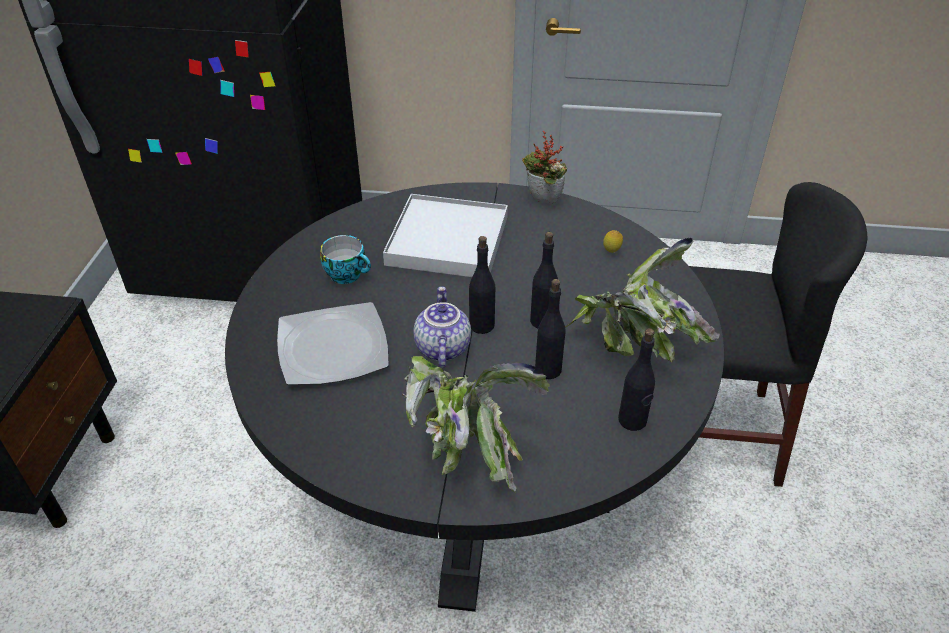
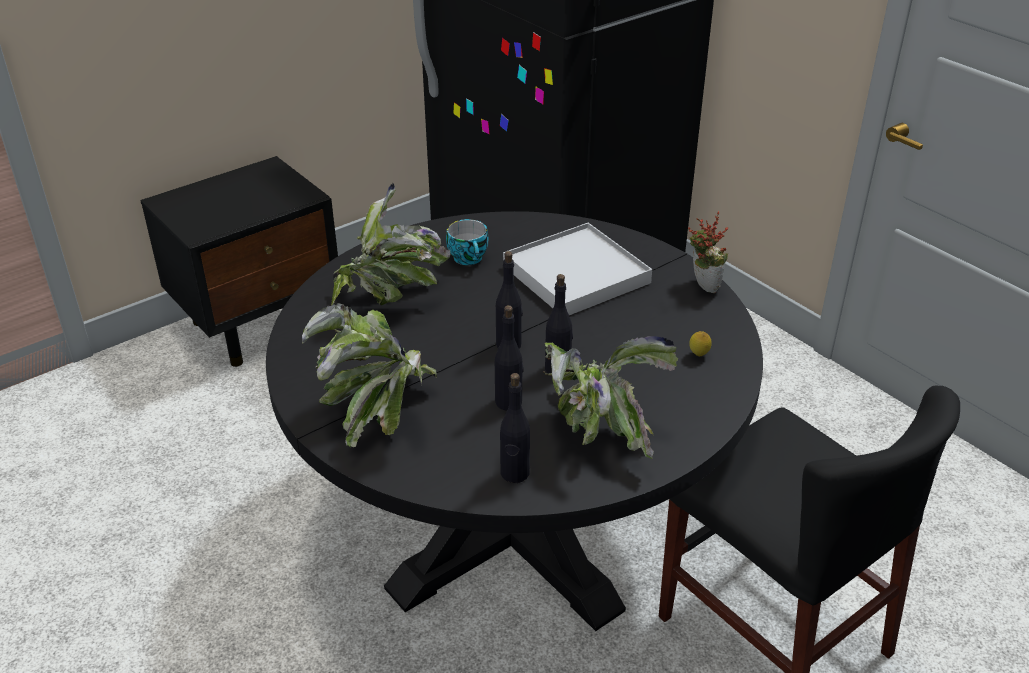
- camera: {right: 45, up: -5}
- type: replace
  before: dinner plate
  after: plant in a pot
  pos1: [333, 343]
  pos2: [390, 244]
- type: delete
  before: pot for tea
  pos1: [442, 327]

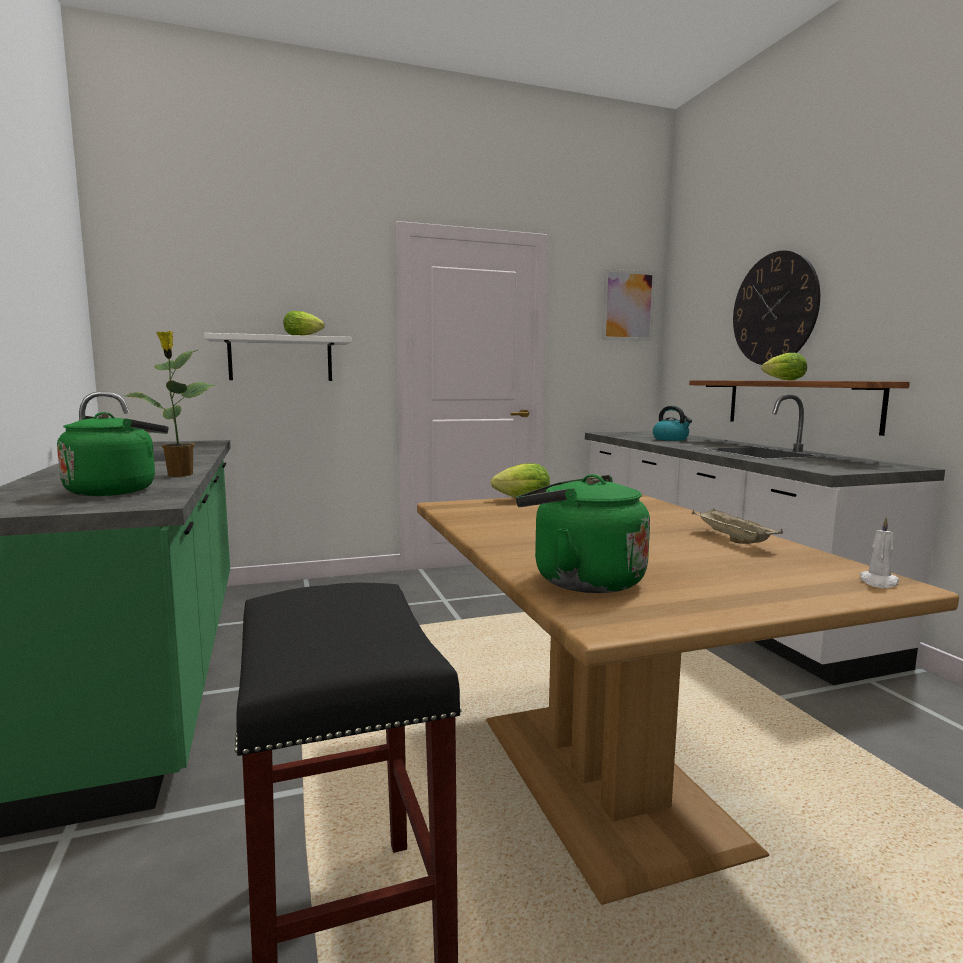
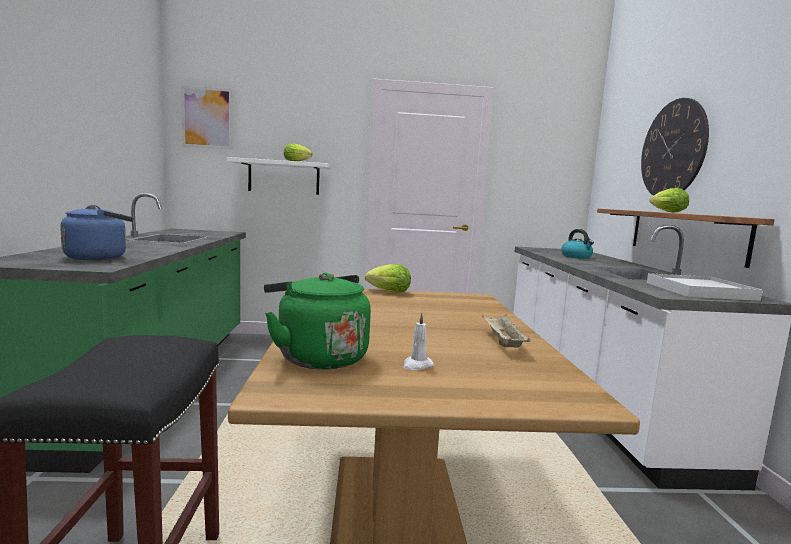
- camera: {right: 15, up: 0}
- type: recolor
  before: kettle (green)
  after: kettle (blue-coloured)
  pos1: [113, 454]
  pos2: [97, 232]
- type: delete
  before: plant in a pot
  pos1: [170, 404]
- type: move
  before: wall picture
  pos1: [629, 305]
  pos2: [206, 117]
- type: move
  before: candle (whitish)
  pos1: [879, 552]
  pos2: [418, 341]
- type: insert
  after: serving tray (whitish)
  pos2: [705, 287]

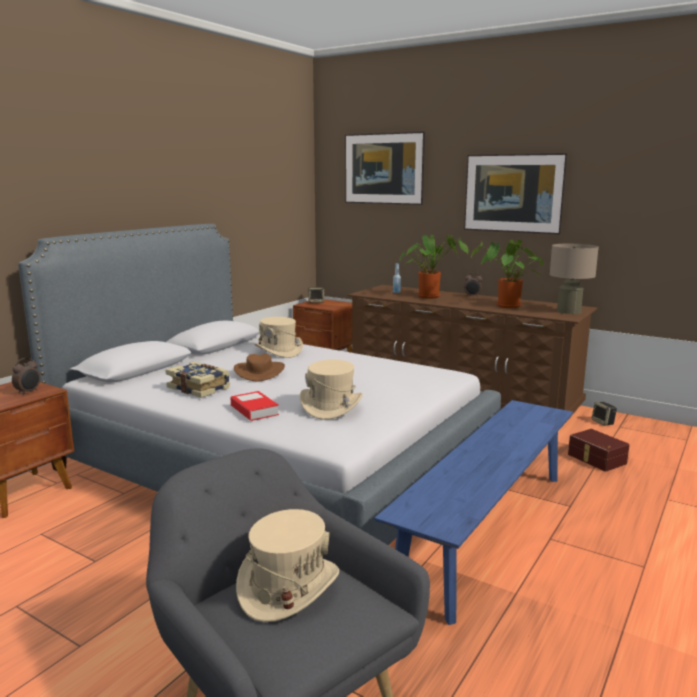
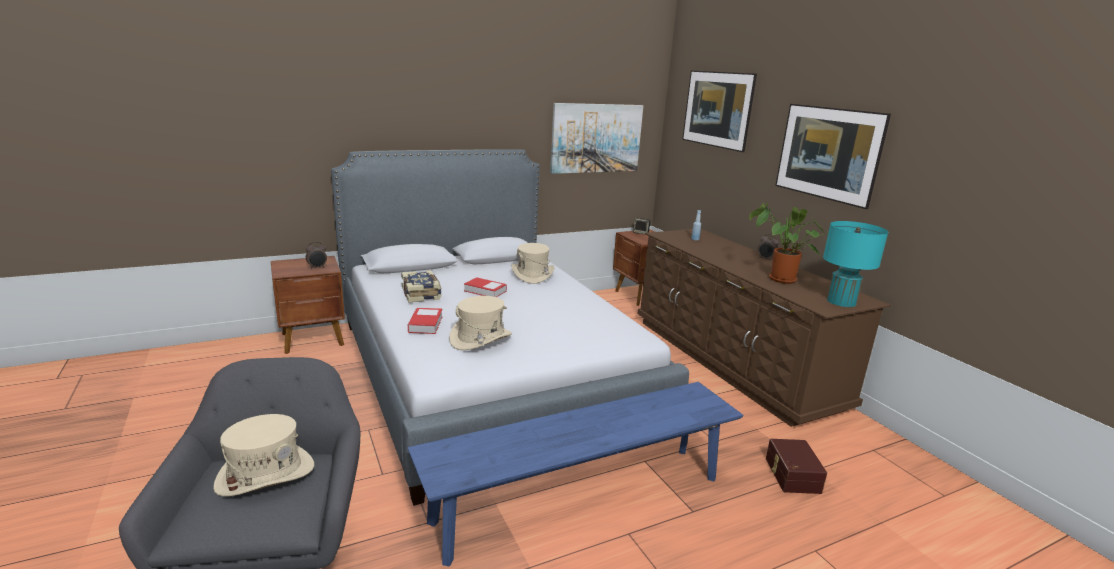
- camera: {right: 30, up: 5}
- type: replace
  before: hat (brownish)
  after: volume
  pos1: [259, 367]
  pos2: [485, 287]
- type: delete
  before: plant in a pot
  pos1: [434, 267]
- type: recolor
  before: table lamp (beige)
  after: table lamp (turquoise-coloured)
  pos1: [574, 279]
  pos2: [855, 264]
- type: delete
  before: audio speaker
  pos1: [604, 414]
- type: insert
  after: wall picture
  pos2: [596, 138]

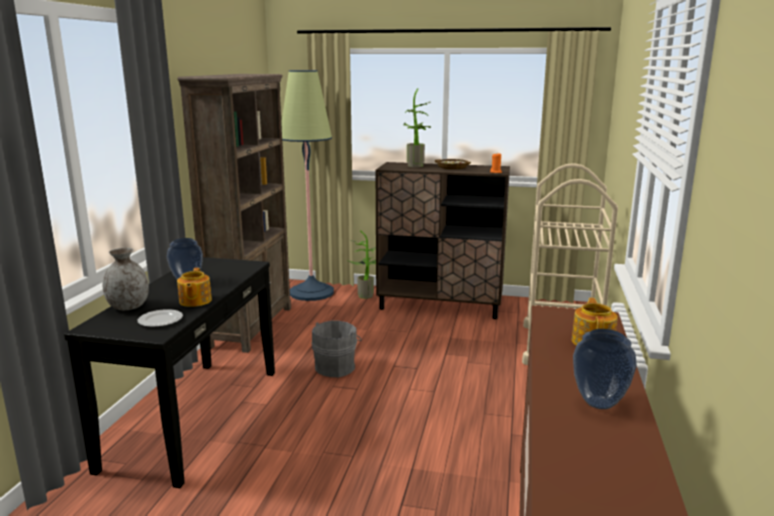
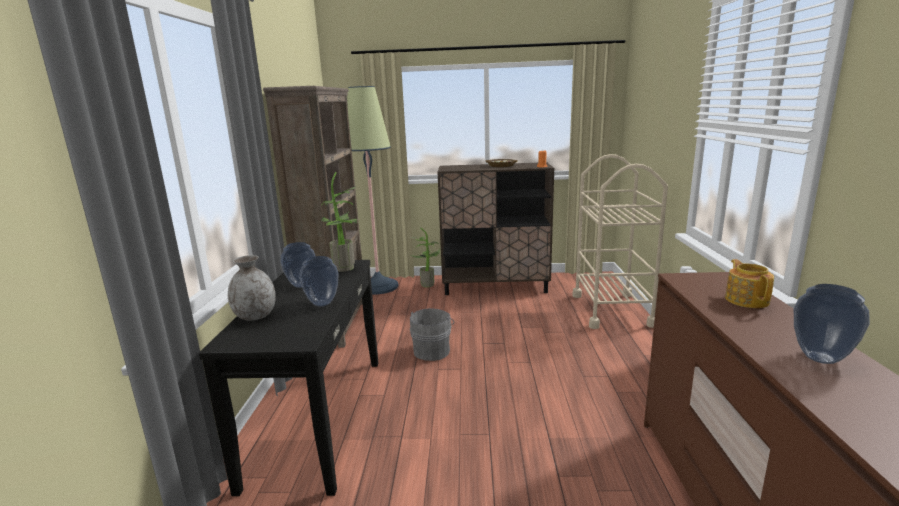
- camera: {right: -10, up: 0}
- type: delete
  before: dinner plate
  pos1: [160, 318]
- type: replace
  before: pot for tea
  after: decorative vase
  pos1: [194, 287]
  pos2: [319, 281]
- type: move
  before: plant in a pot
  pos1: [417, 127]
  pos2: [339, 222]

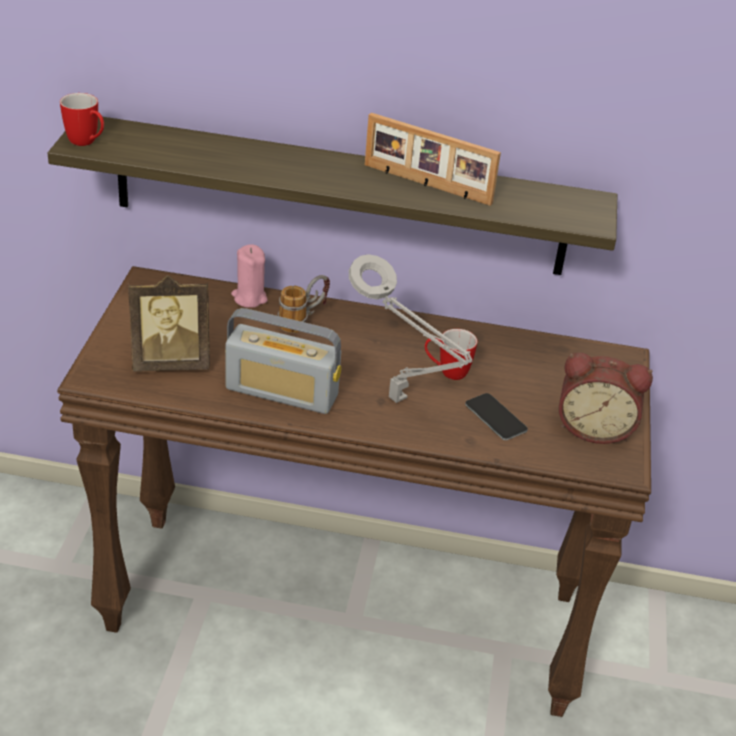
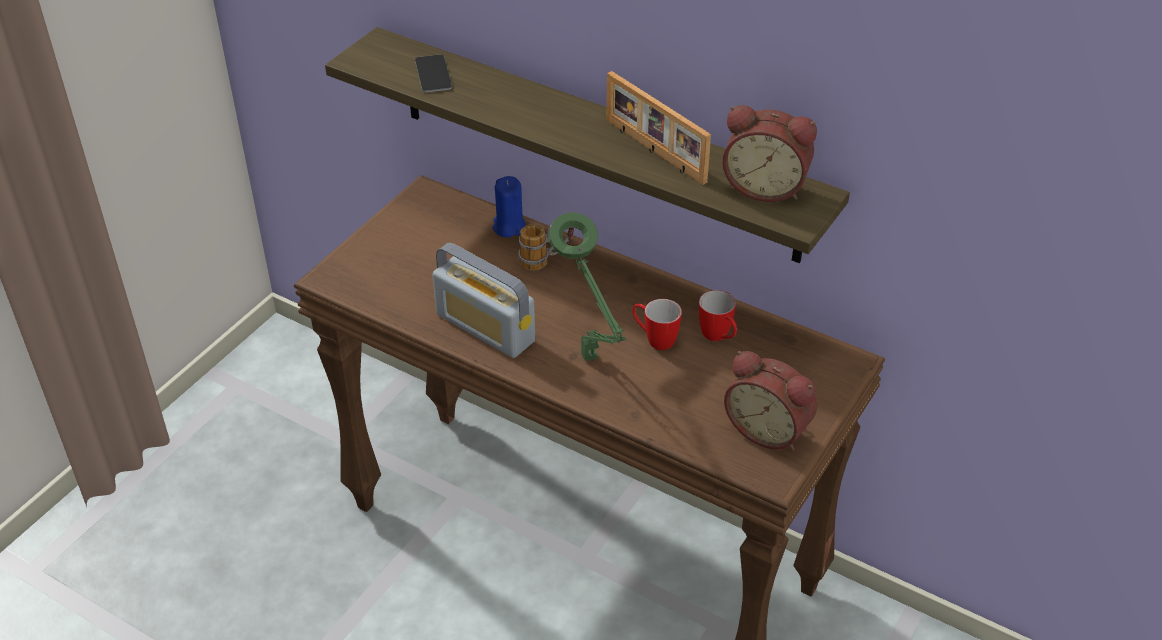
- camera: {right: 25, up: 5}
- type: move
  before: tea mug
  pos1: [82, 119]
  pos2: [718, 315]
- type: delete
  before: standing frame
  pos1: [169, 323]
- type: recolor
  before: candle (pink-coloured)
  after: candle (blue-coloured)
  pos1: [249, 276]
  pos2: [509, 206]
- type: recolor
  before: table lamp (gray)
  after: table lamp (green)
  pos1: [410, 328]
  pos2: [587, 287]
- type: move
  before: phone
  pos1: [496, 416]
  pos2: [433, 74]
- type: insert
  after: table clock
  pos2: [769, 153]

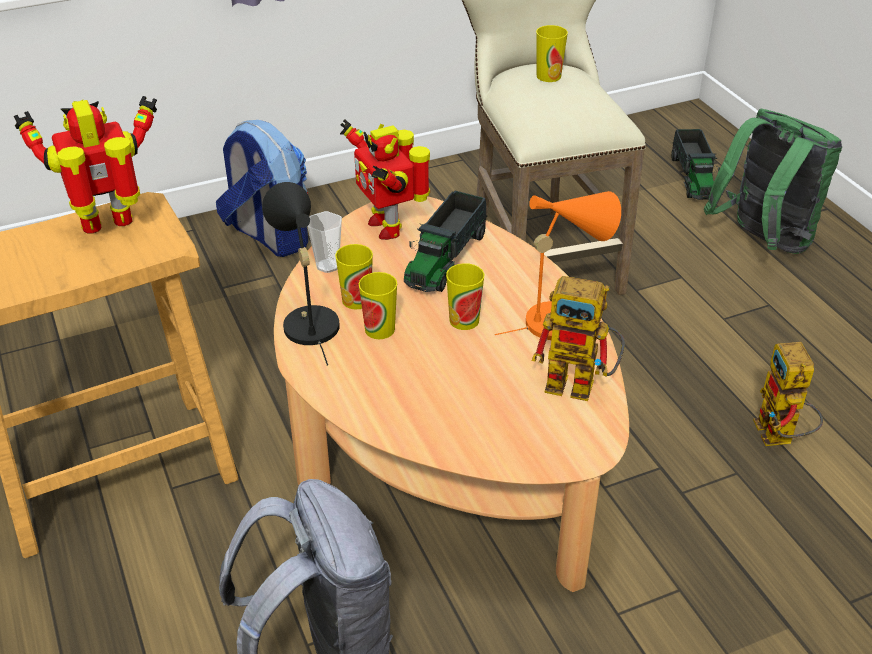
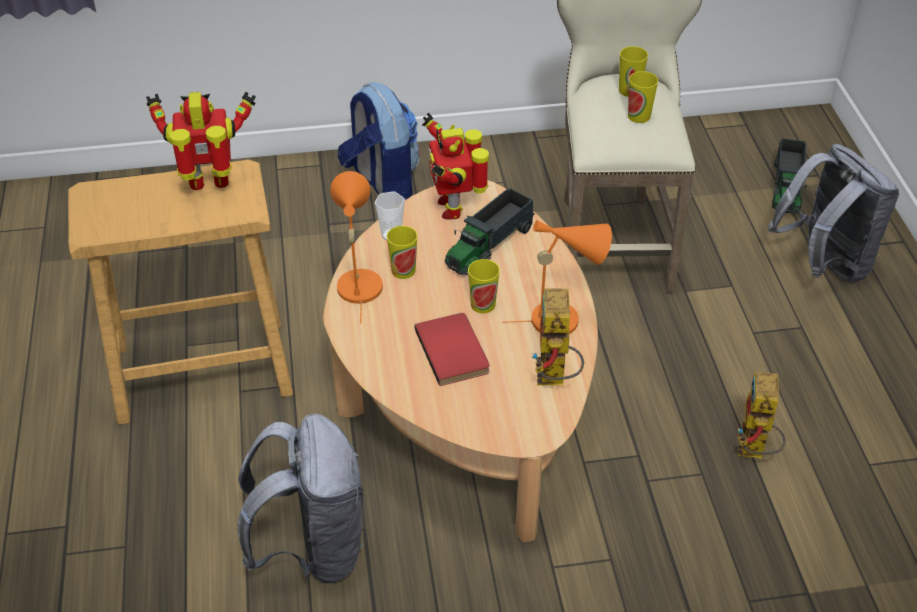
- camera: {right: 15, up: 5}
- type: recolor
  before: table lamp (black-coloured)
  after: table lamp (orangey)
  pos1: [300, 274]
  pos2: [356, 247]
- type: move
  before: small cup
  pos1: [378, 305]
  pos2: [643, 97]
- type: rotate
  before: toy robot
  pos1: [578, 338]
  pos2: [558, 336]
  turn: 60
- type: recolor
  before: knapsack (green)
  after: knapsack (gray)
  pos1: [773, 181]
  pos2: [833, 213]
- type: insert
  after: volume (red)
  pos2: [452, 349]

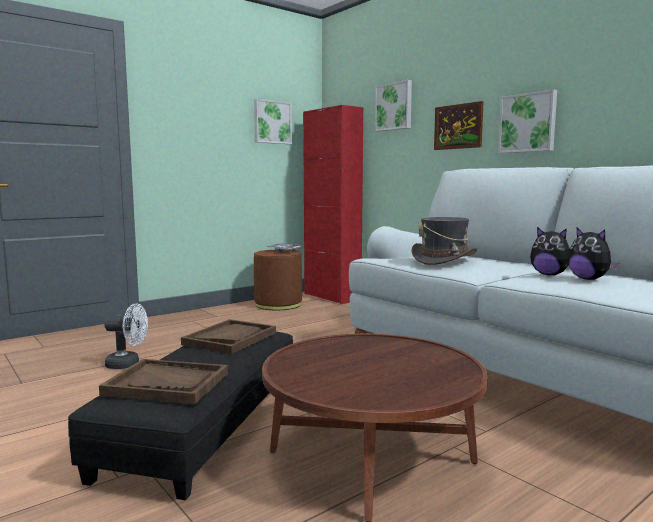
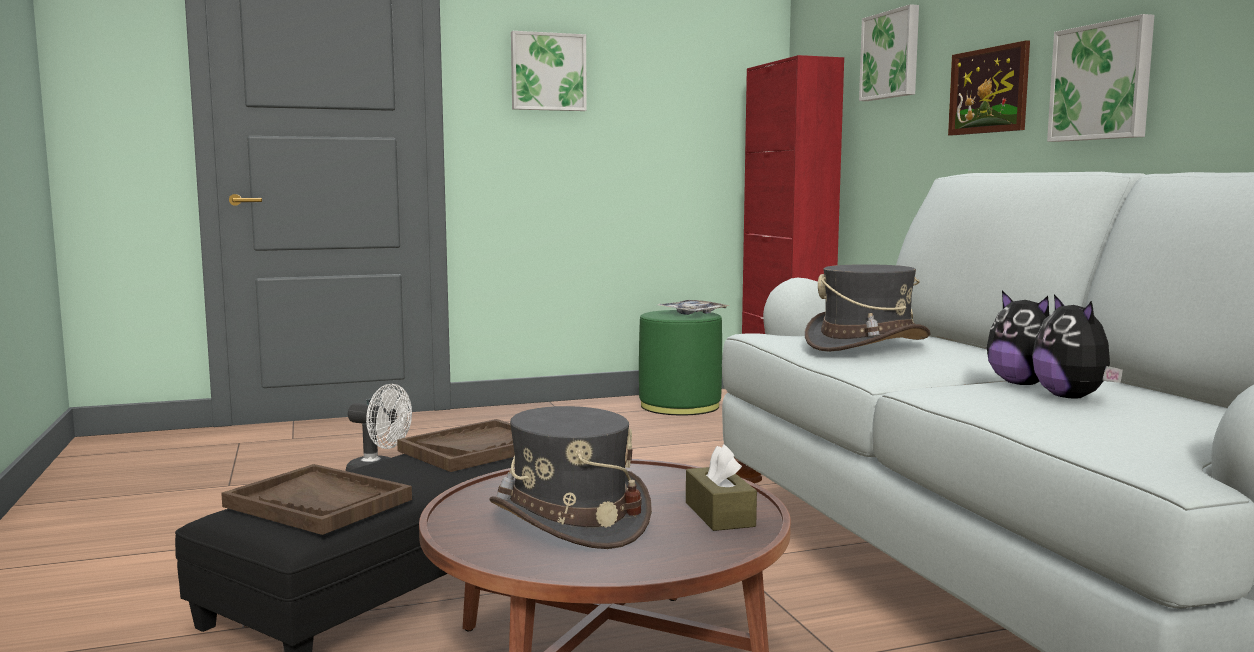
- camera: {right: 20, up: 0}
- type: move
  before: wall picture
  pos1: [273, 121]
  pos2: [549, 71]
- type: recolor
  before: pouffe (brownish)
  after: pouffe (green)
  pos1: [278, 280]
  pos2: [680, 362]
- type: insert
  after: hat (gray)
  pos2: [570, 477]
- type: insert
  after: tissue box (brownish)
  pos2: [721, 487]

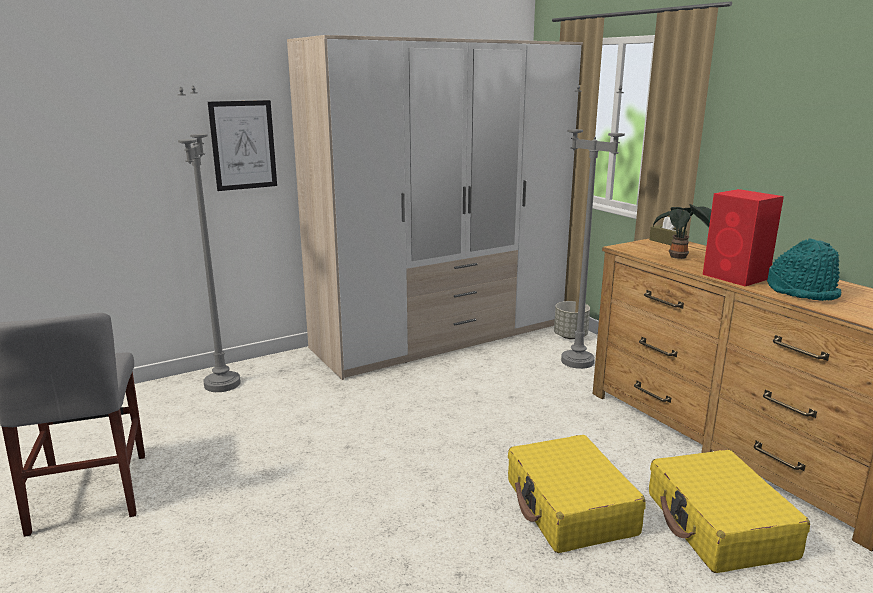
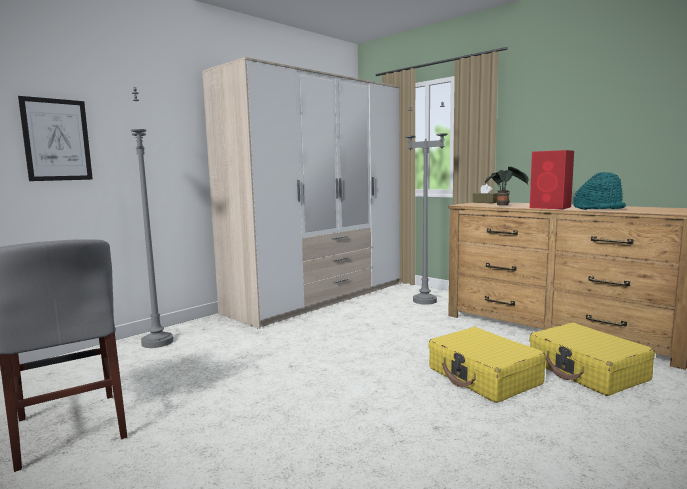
- camera: {right: -15, up: -10}
- type: move
  before: wall picture
  pos1: [242, 145]
  pos2: [55, 138]
- type: delete
  before: flower pot (gray)
  pos1: [572, 320]

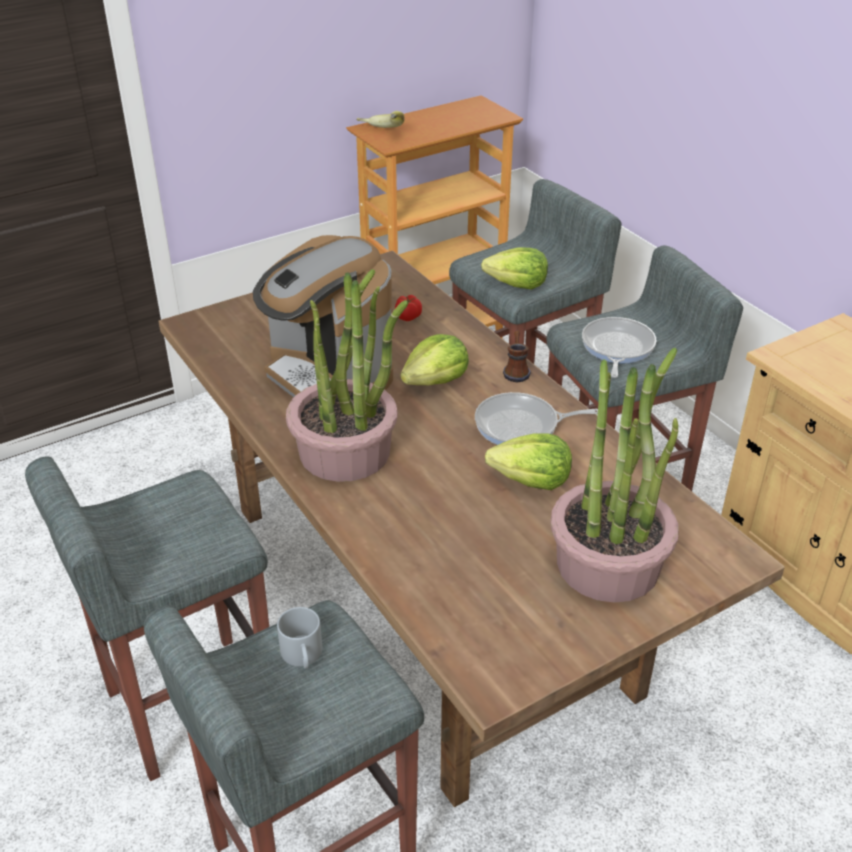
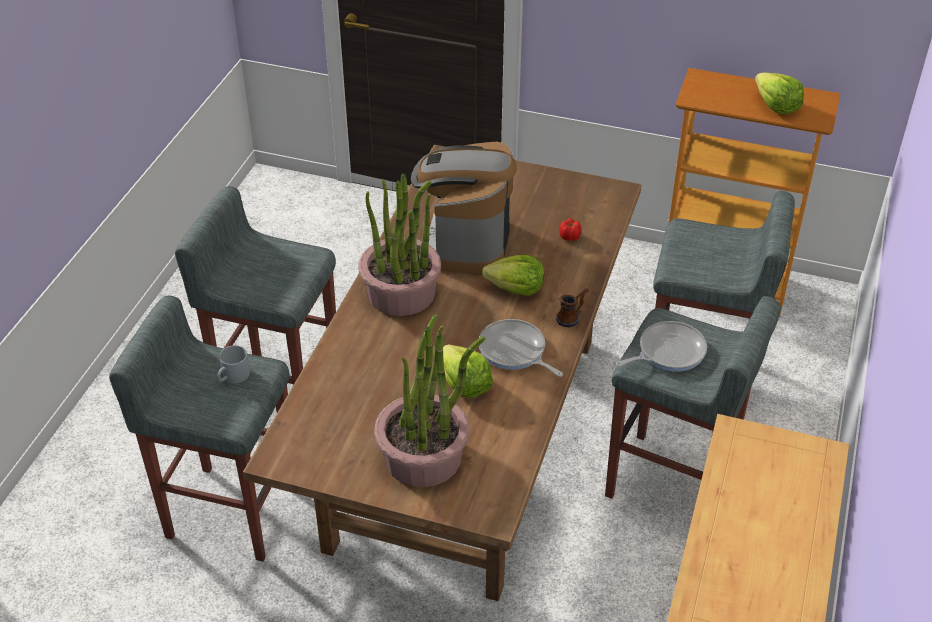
- camera: {right: 50, up: 5}
- type: delete
  before: banana fruit
  pos1: [380, 119]
- type: move
  before: head of lettuce
  pos1: [514, 268]
  pos2: [779, 93]

